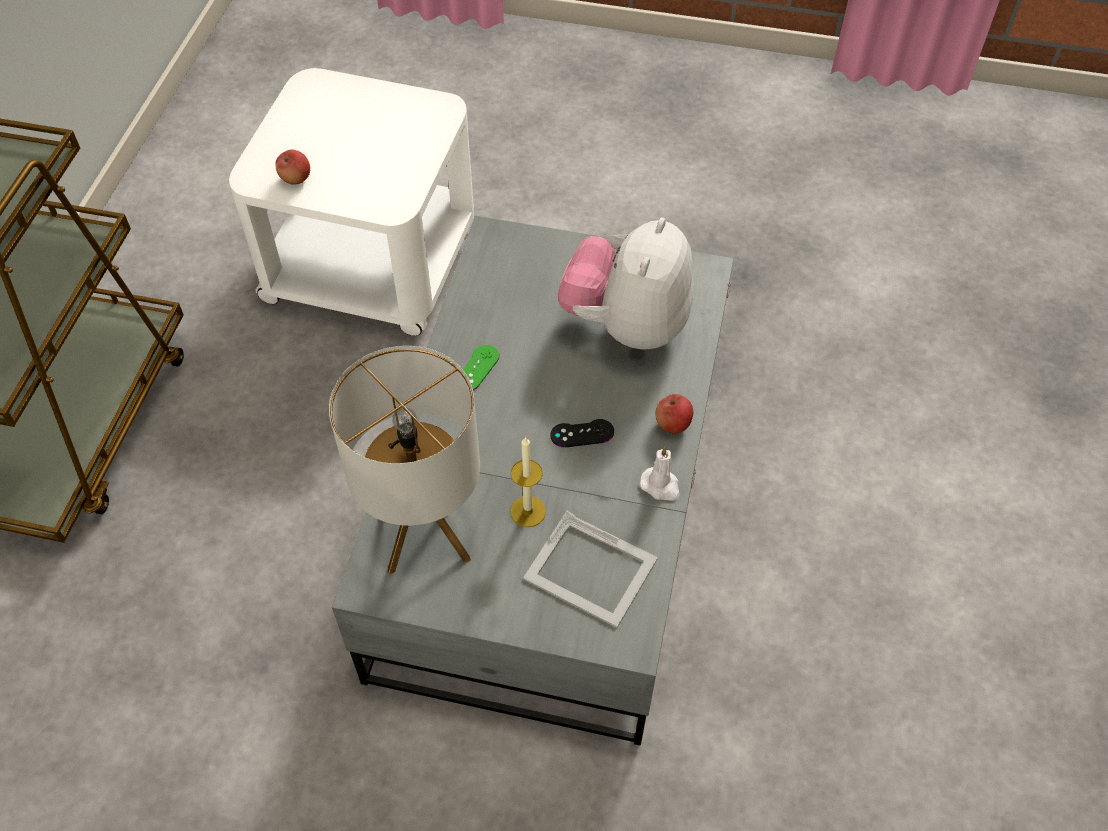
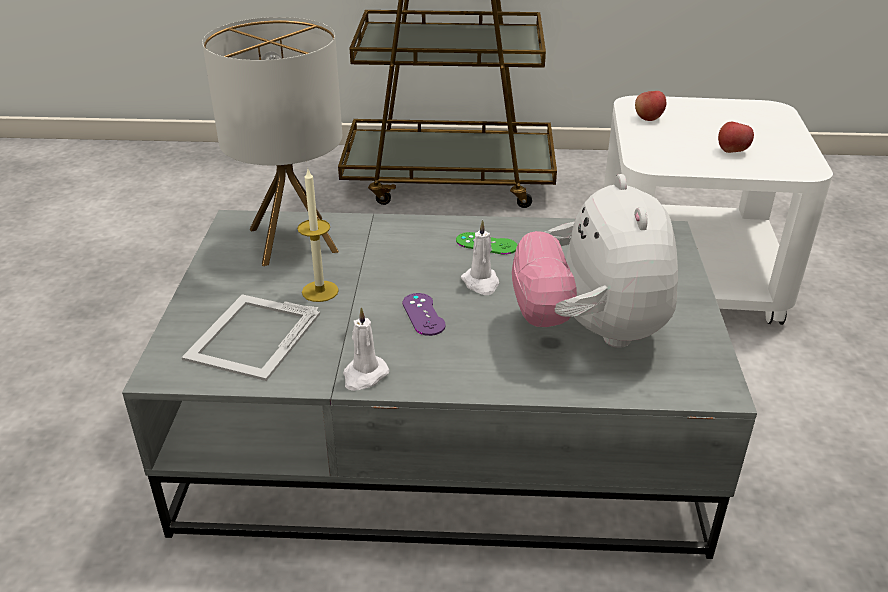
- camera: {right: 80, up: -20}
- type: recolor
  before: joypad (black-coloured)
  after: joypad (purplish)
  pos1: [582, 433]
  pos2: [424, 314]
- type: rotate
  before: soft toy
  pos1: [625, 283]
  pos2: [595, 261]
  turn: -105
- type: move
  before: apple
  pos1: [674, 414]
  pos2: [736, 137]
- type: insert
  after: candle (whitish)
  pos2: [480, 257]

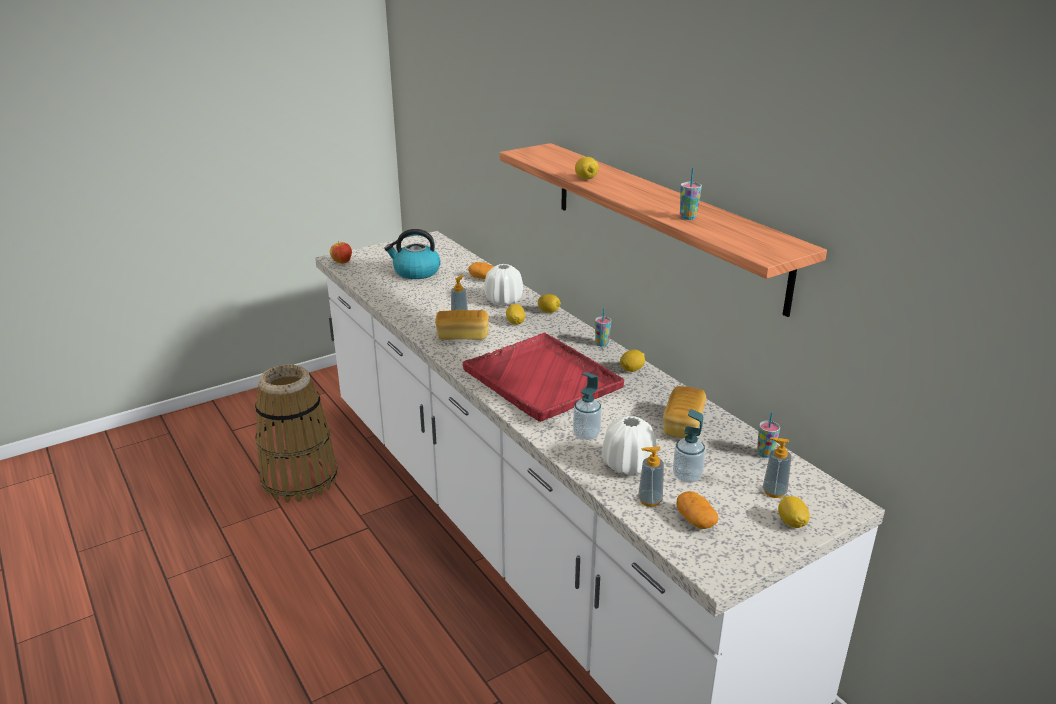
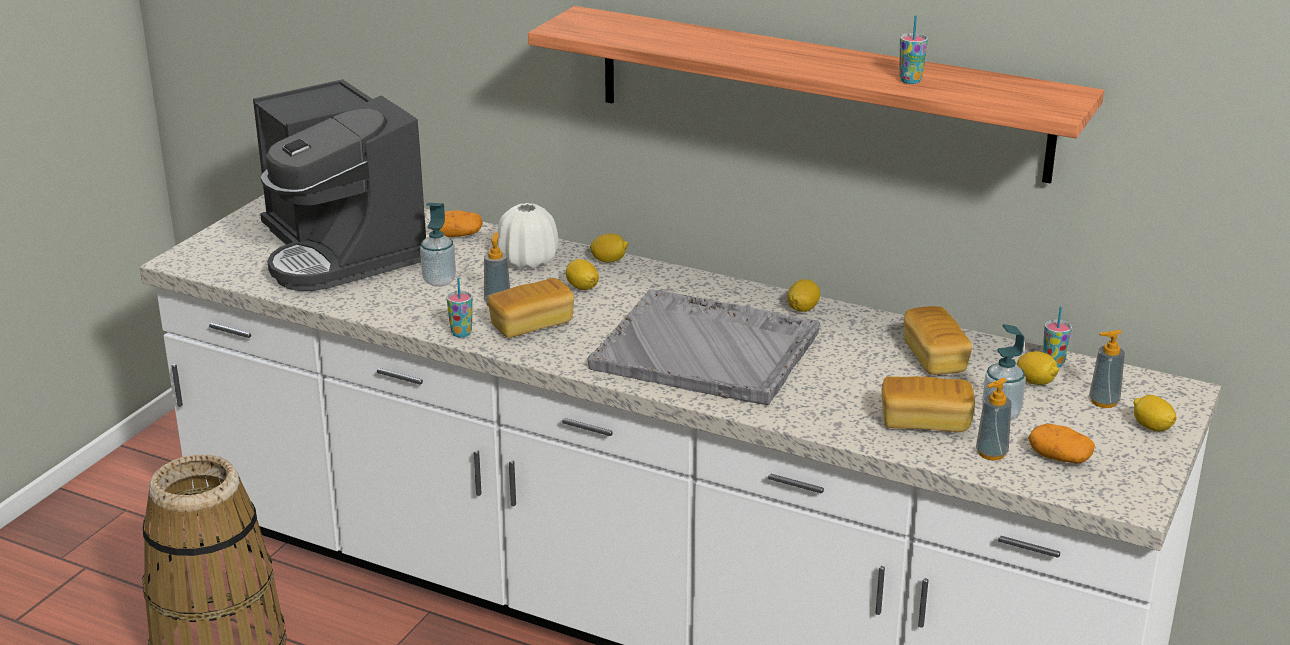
- camera: {right: -30, up: 0}
- type: delete
  before: apple
  pos1: [341, 252]
- type: replace
  before: kettle
  after: coffee brewer
  pos1: [412, 254]
  pos2: [339, 185]
- type: recolor
  before: serving tray (red)
  after: serving tray (gray)
  pos1: [543, 377]
  pos2: [703, 347]
- type: move
  before: liquid soap bottle
  pos1: [587, 406]
  pos2: [438, 245]
- type: move
  before: citrus fruit
  pos1: [587, 168]
  pos2: [1038, 368]
- type: move
  before: small cup
  pos1: [603, 327]
  pos2: [459, 307]
- type: replace
  before: decorative vase (whitish)
  after: bakery bread
  pos1: [629, 445]
  pos2: [928, 404]

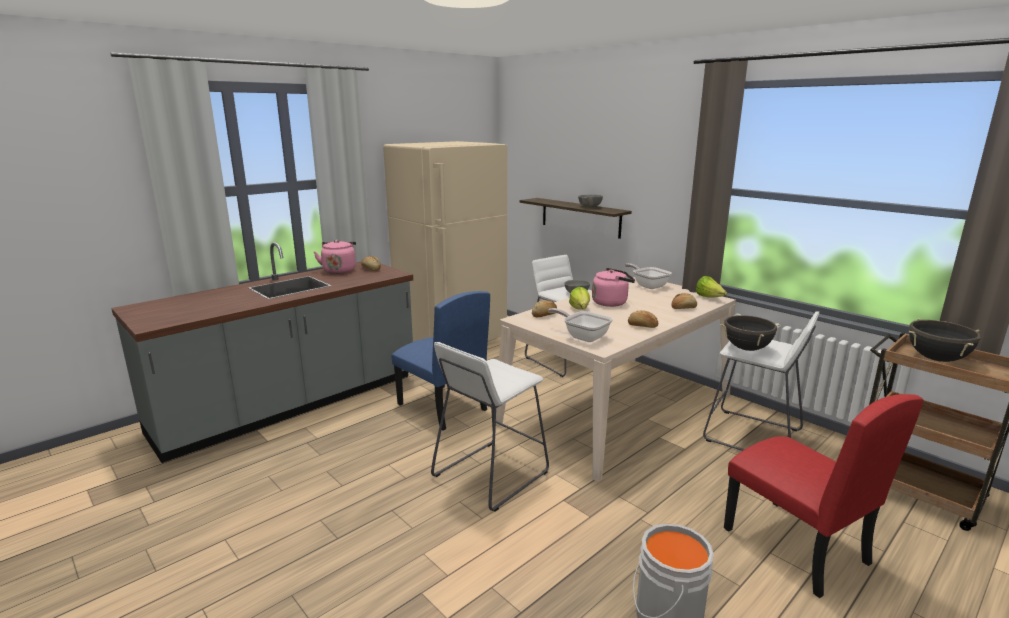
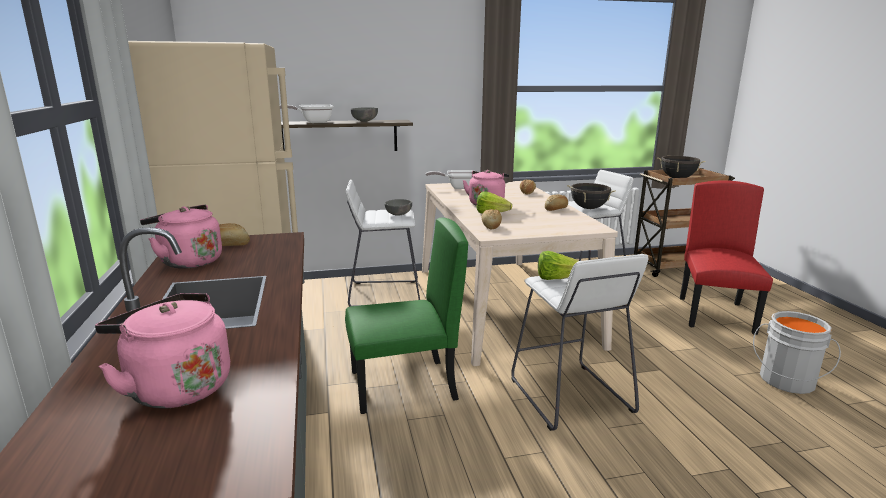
- camera: {right: -60, up: 0}
- type: recolor
  before: chair (blue-coloured)
  after: chair (green)
  pos1: [440, 361]
  pos2: [406, 316]
- type: move
  before: skillet
  pos1: [580, 325]
  pos2: [306, 113]
- type: move
  before: head of lettuce
  pos1: [711, 287]
  pos2: [558, 265]
- type: rotate
  before: chair (red)
  pos1: [823, 496]
  pos2: [726, 257]
  turn: -75
- type: insert
  after: kettle (pink-coloured)
  pos2: [162, 351]

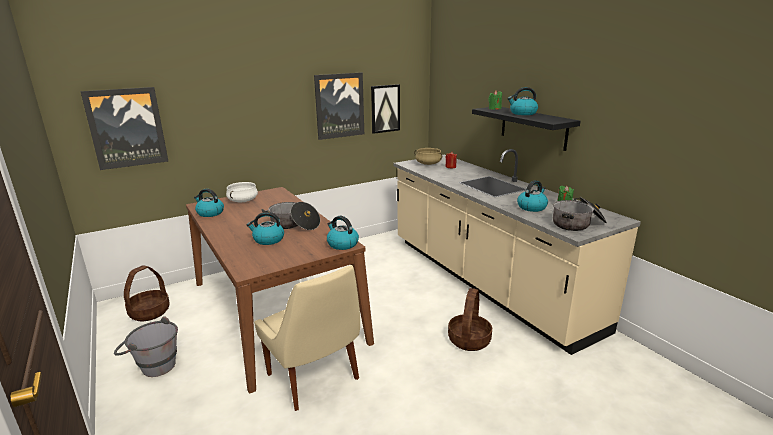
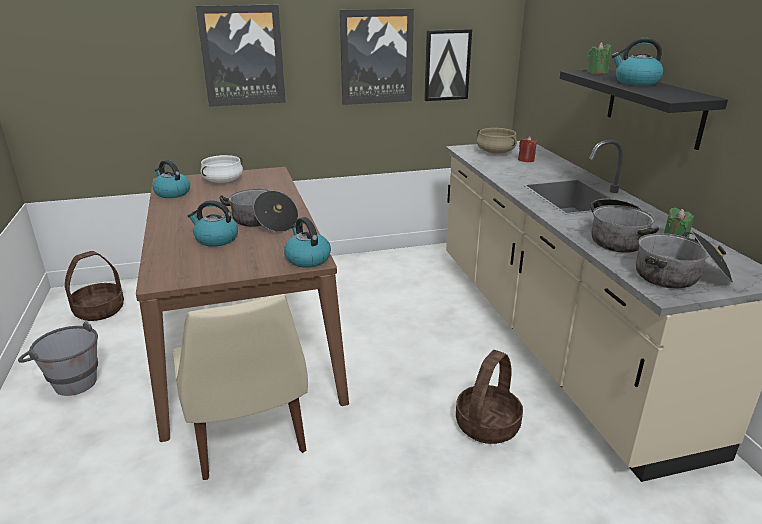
- camera: {right: 15, up: 5}
- type: move
  before: wall picture
  pos1: [124, 128]
  pos2: [241, 56]
- type: replace
  before: kettle
  after: saucepot
  pos1: [532, 196]
  pos2: [624, 226]

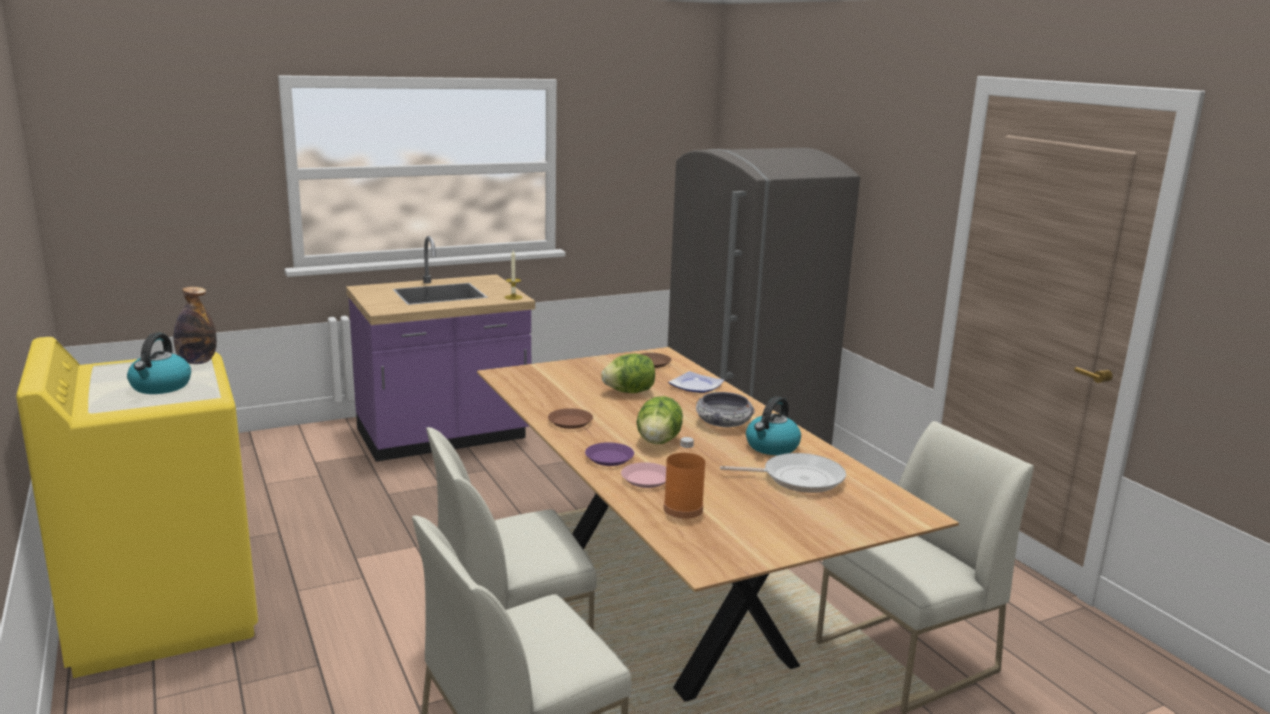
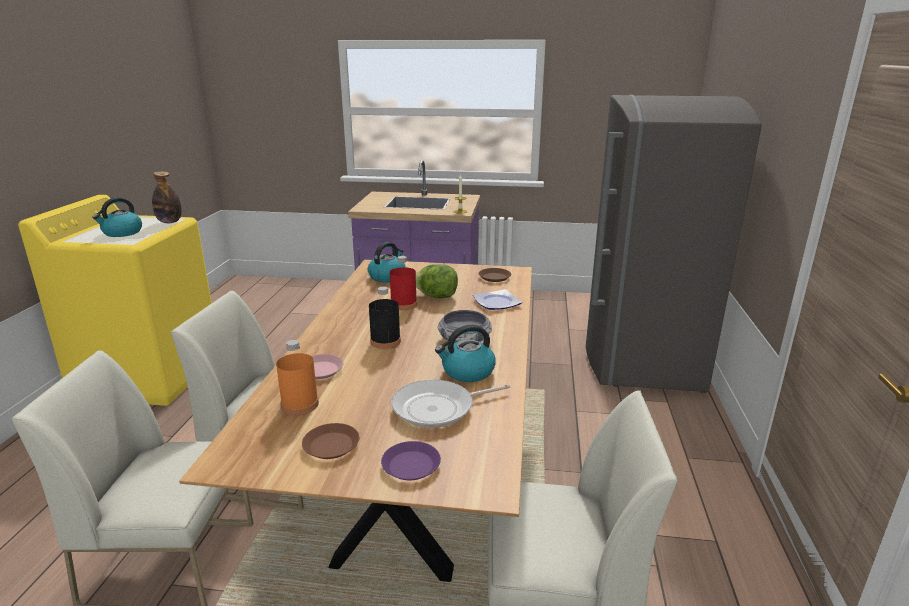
- camera: {right: 35, up: 5}
- type: move
  before: dinner plate (brownish)
  pos1: [570, 418]
  pos2: [330, 441]
- type: move
  before: dinner plate (purplish)
  pos1: [609, 454]
  pos2: [411, 460]
- type: replace
  before: head of lettuce
  after: bottle (black-coloured)
  pos1: [660, 420]
  pos2: [385, 318]
- type: rotate
  before: skillet
  pos1: [783, 473]
  pos2: [451, 403]
  turn: 120
- type: insert
  after: kettle
  pos2: [387, 262]
- type: insert
  after: bottle (red)
  pos2: [403, 283]

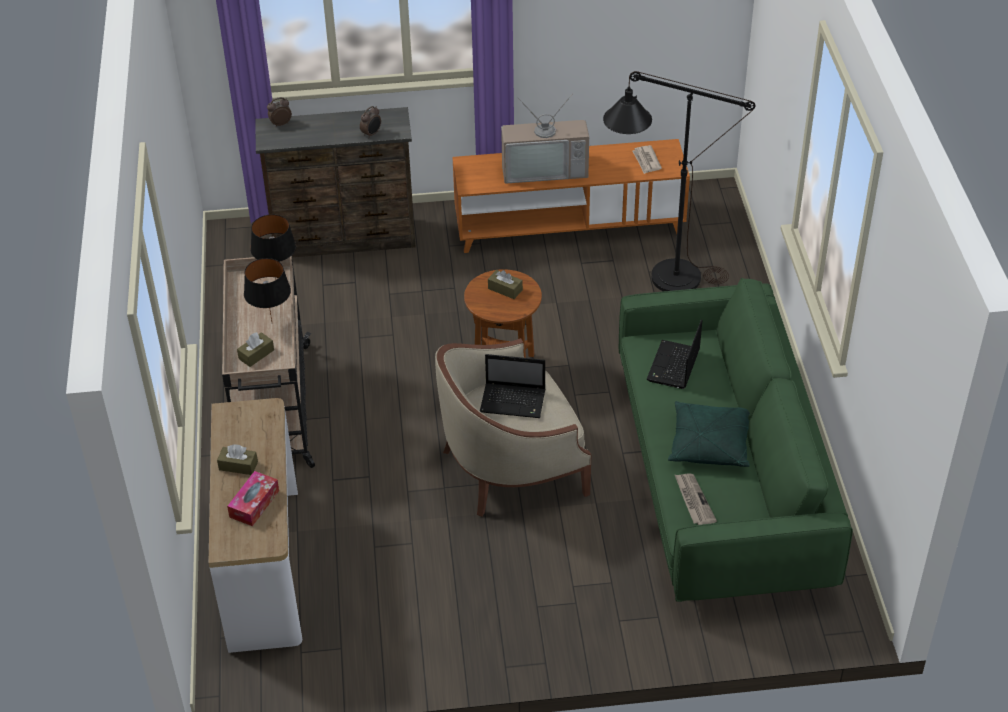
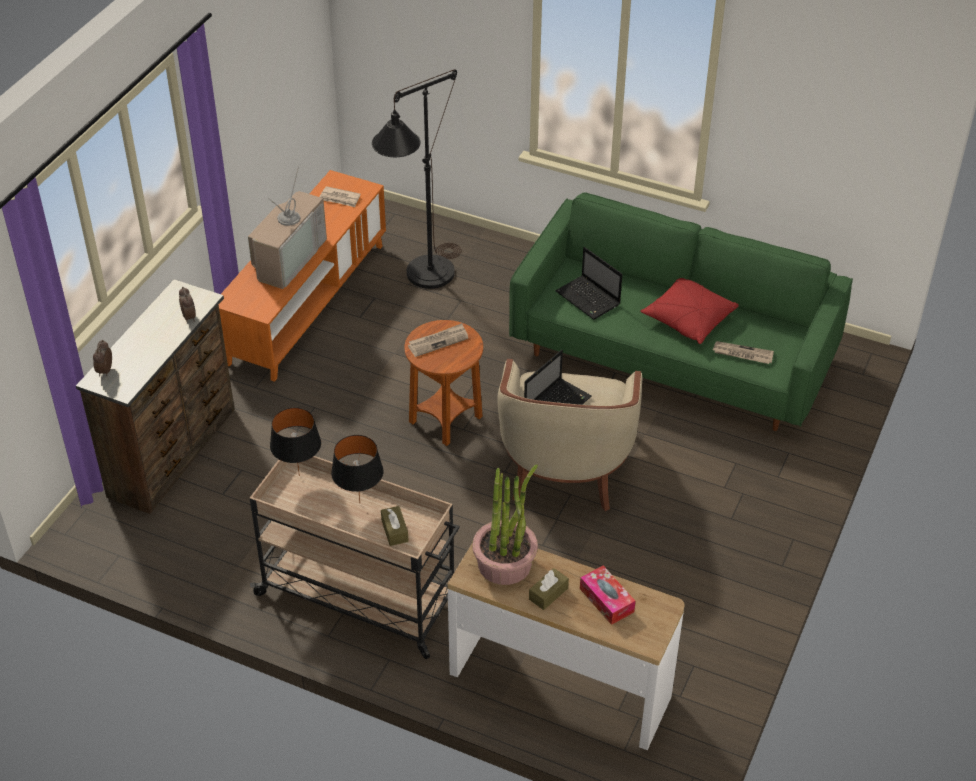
- camera: {right: -60, up: 0}
- type: replace
  before: tissue box (brownish)
  after: newspaper
  pos1: [505, 284]
  pos2: [438, 340]
- type: recolor
  before: cushion (green)
  after: cushion (red)
  pos1: [709, 434]
  pos2: [689, 311]
- type: insert
  after: plant in a pot
  pos2: [505, 524]

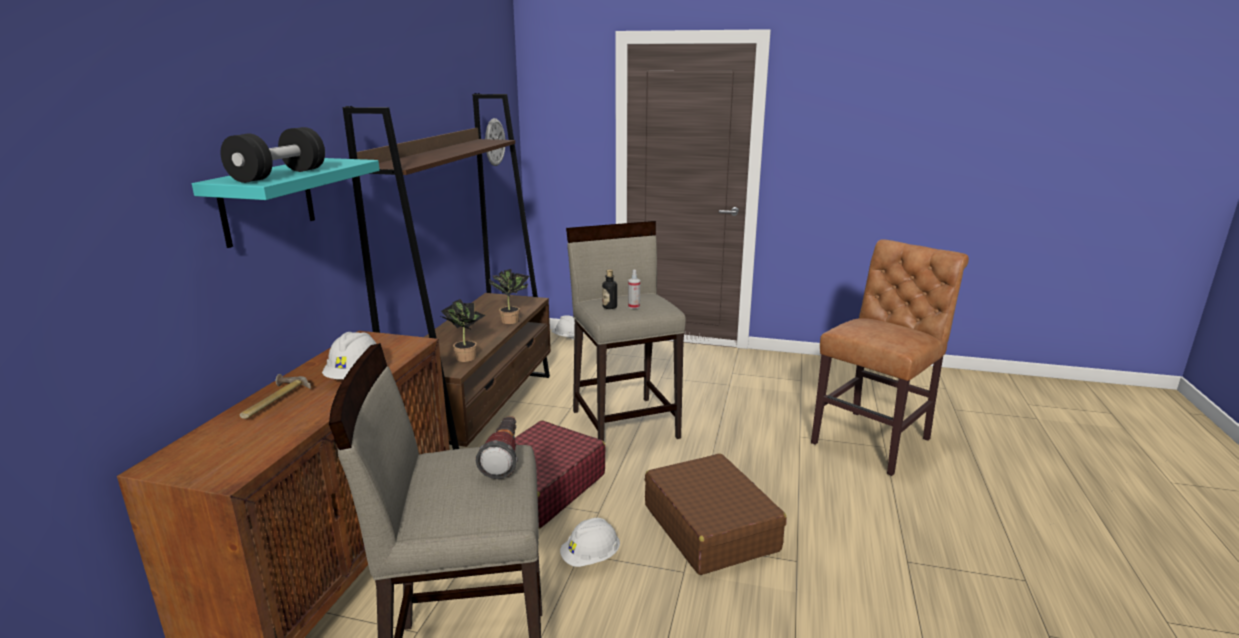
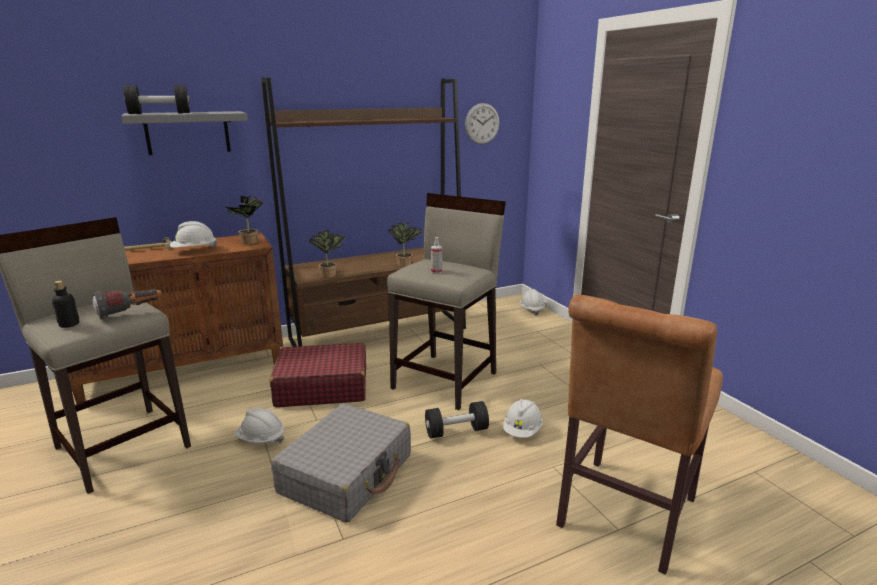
- camera: {right: 50, up: 0}
- type: recolor
  before: wall shelf (turquoise-coloured)
  after: wall shelf (gray)
  pos1: [286, 203]
  pos2: [184, 133]
- type: move
  before: bottle
  pos1: [609, 289]
  pos2: [65, 304]
- type: recolor
  before: suitcase (brownish)
  after: suitcase (gray)
  pos1: [716, 514]
  pos2: [341, 463]
- type: rotate
  before: chair (brownish)
  pos1: [890, 357]
  pos2: [639, 434]
  turn: 120
- type: insert
  after: plant in a pot
  pos2: [244, 220]
- type: insert
  after: free weight (black-coloured)
  pos2: [457, 419]
- type: insert
  after: hard hat (whitish)
  pos2: [523, 418]

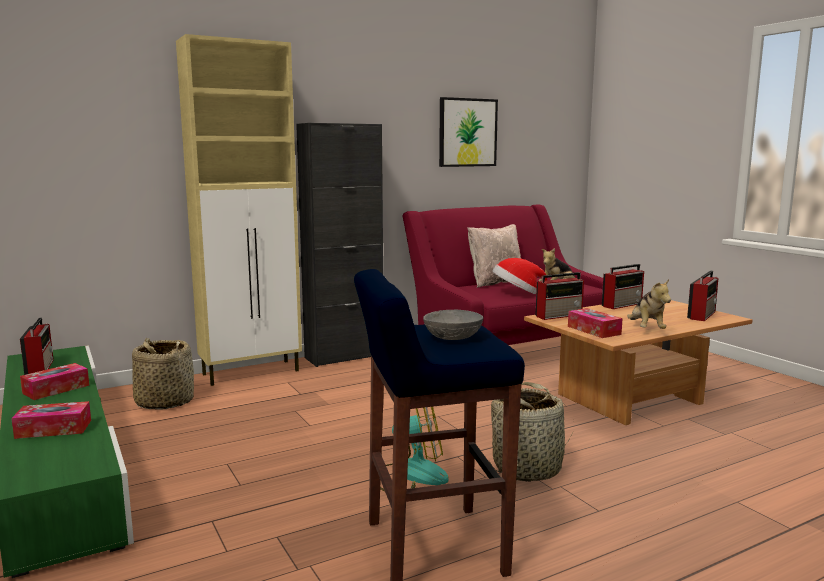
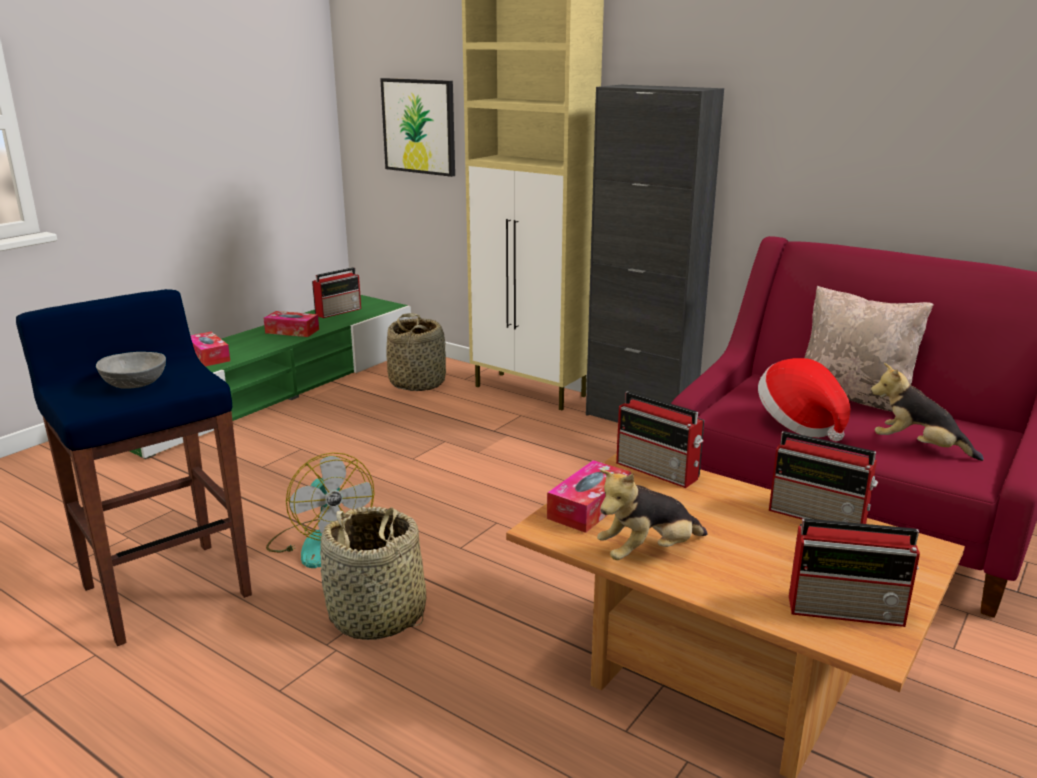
- camera: {right: 65, up: 10}
- type: move
  before: wall picture
  pos1: [468, 132]
  pos2: [417, 127]

